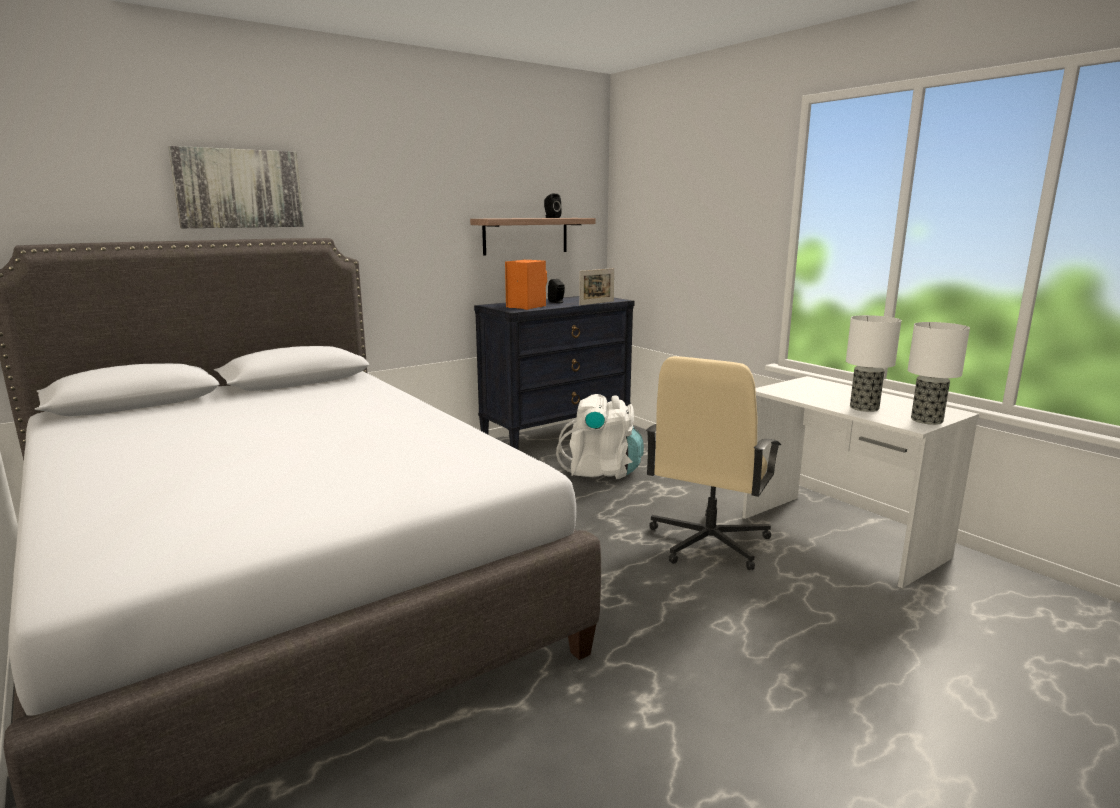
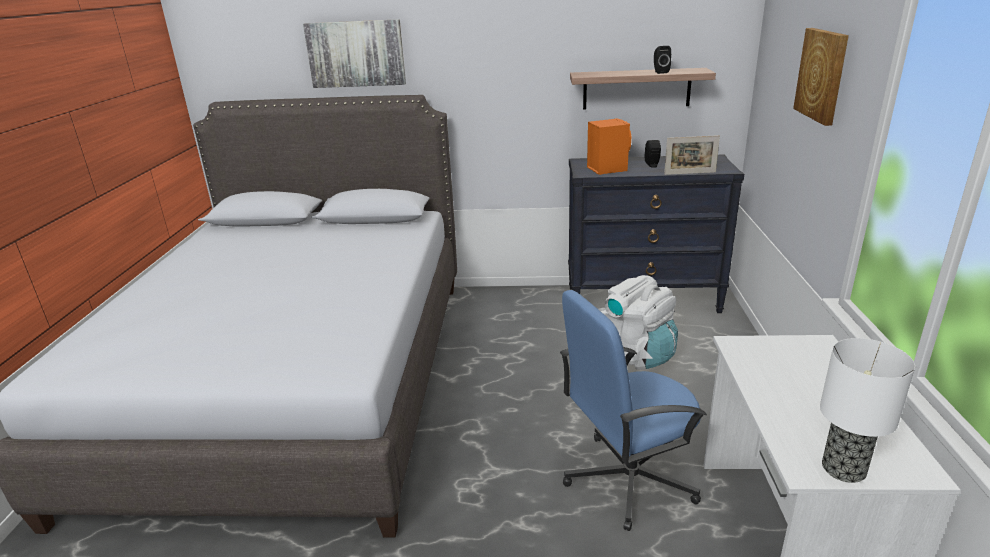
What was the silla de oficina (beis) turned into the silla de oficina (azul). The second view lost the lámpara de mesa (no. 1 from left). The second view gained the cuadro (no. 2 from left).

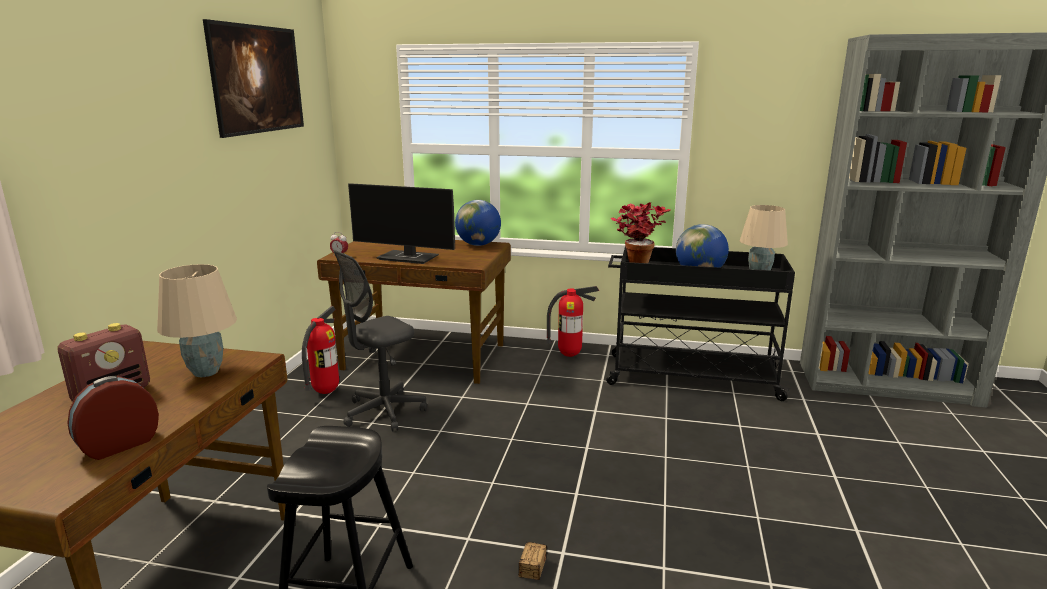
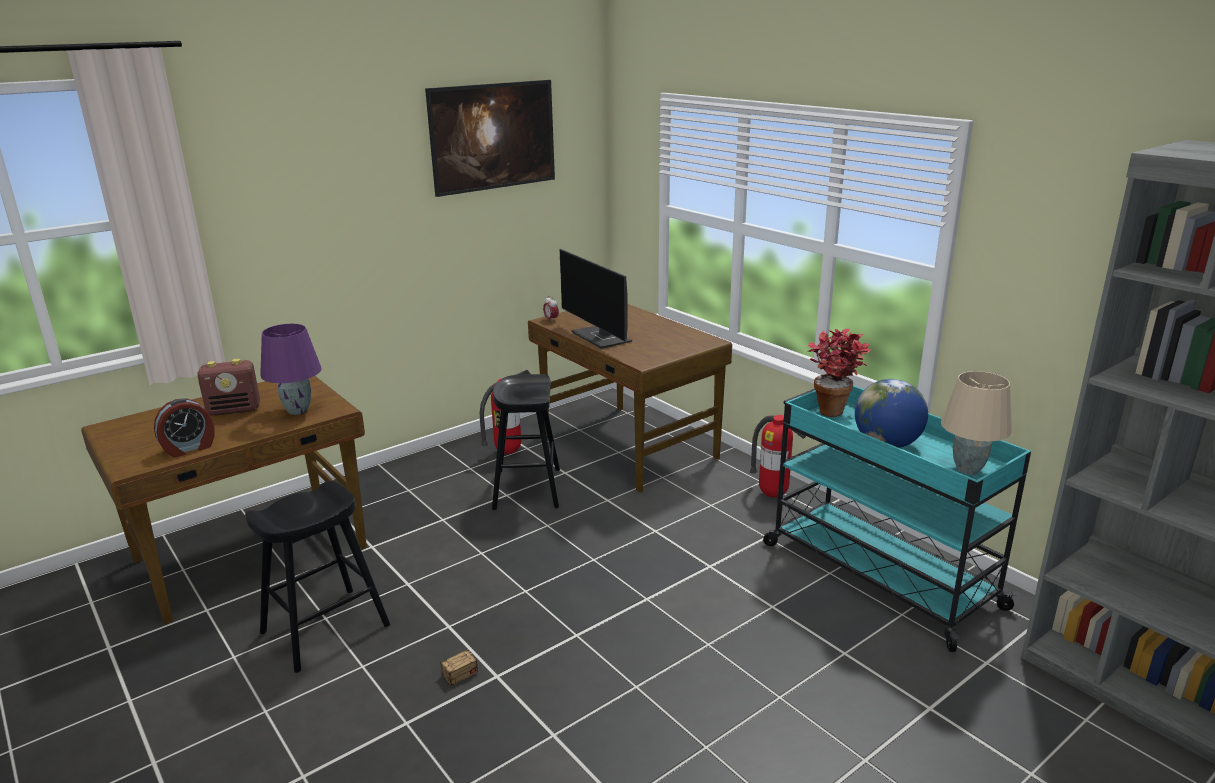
The despertador (no. 1 from left) ended up facing another way, 150 degrees clockwise from before. What was the lámpara de mesa (beis) (no. 1 from left) turned into the lámpara de mesa (morado). Where the silla de oficina (gris) stood, the taburete (negro) (no. 2 from left) came to stand. The second view lost the globo terráqueo (no. 1 from left). What was the carrito (negro) turned into the carrito (turquesa).

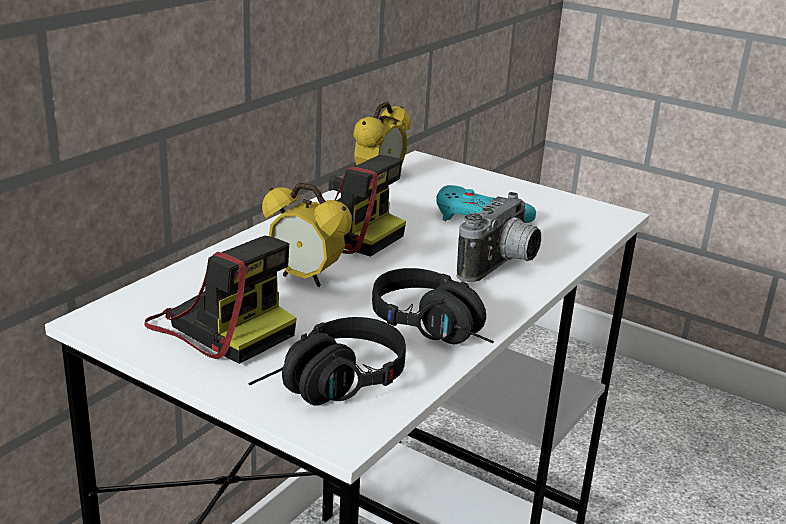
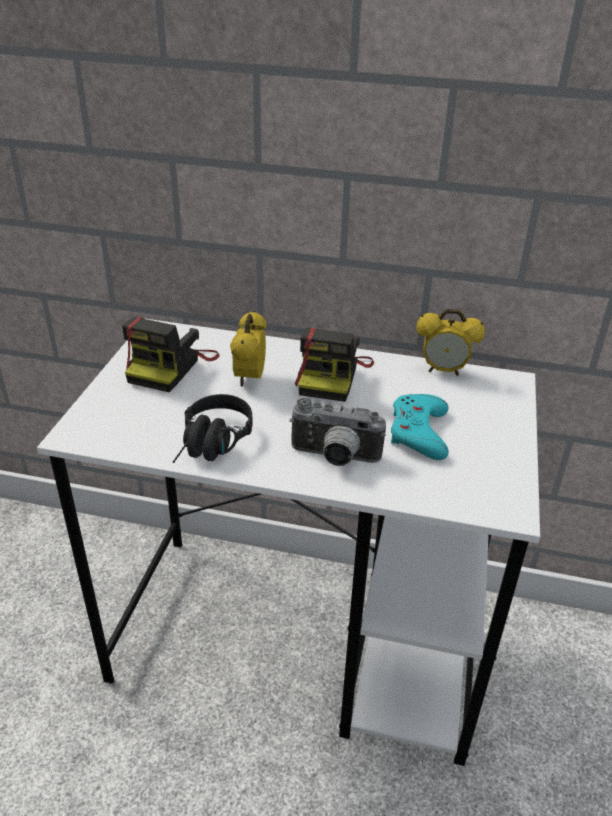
The second view lost the auriculares (negro) (no. 1 from left).

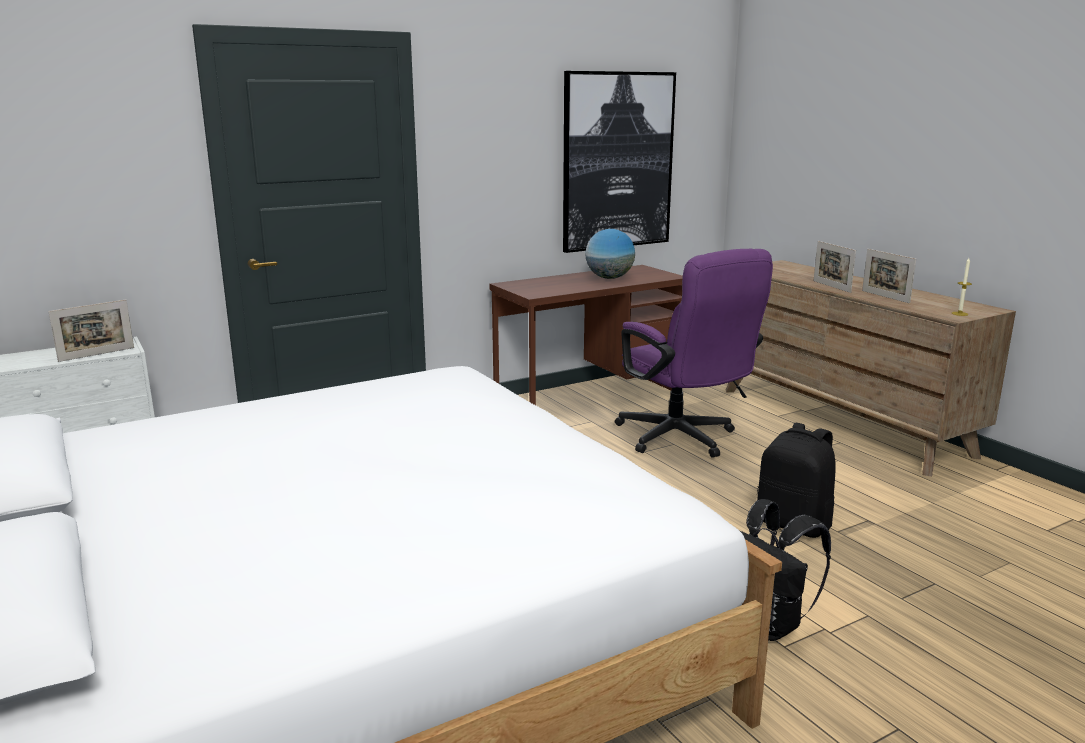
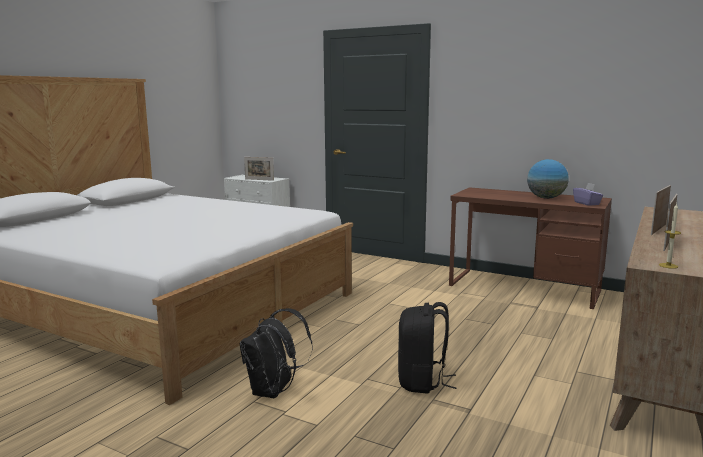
The second view lost the cuadro. The second view lost the silla de oficina (morado). The second view gained the caja de pañuelos (morado).

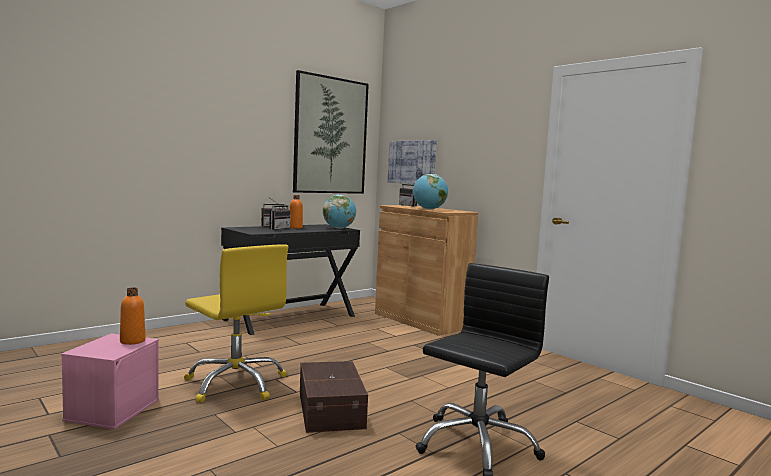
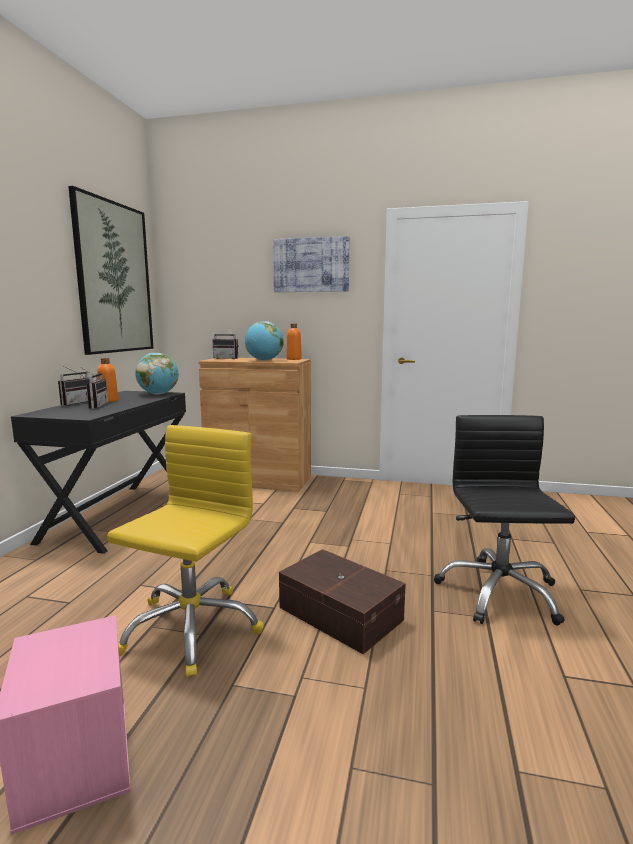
The botella (naranja) (no. 1 from left in the first image) ended up elsewhere. The silla de oficina (amarillo) ended up facing another way, 75 degrees counterclockwise from before. The cuadro (no. 2 from left) ended up elsewhere.

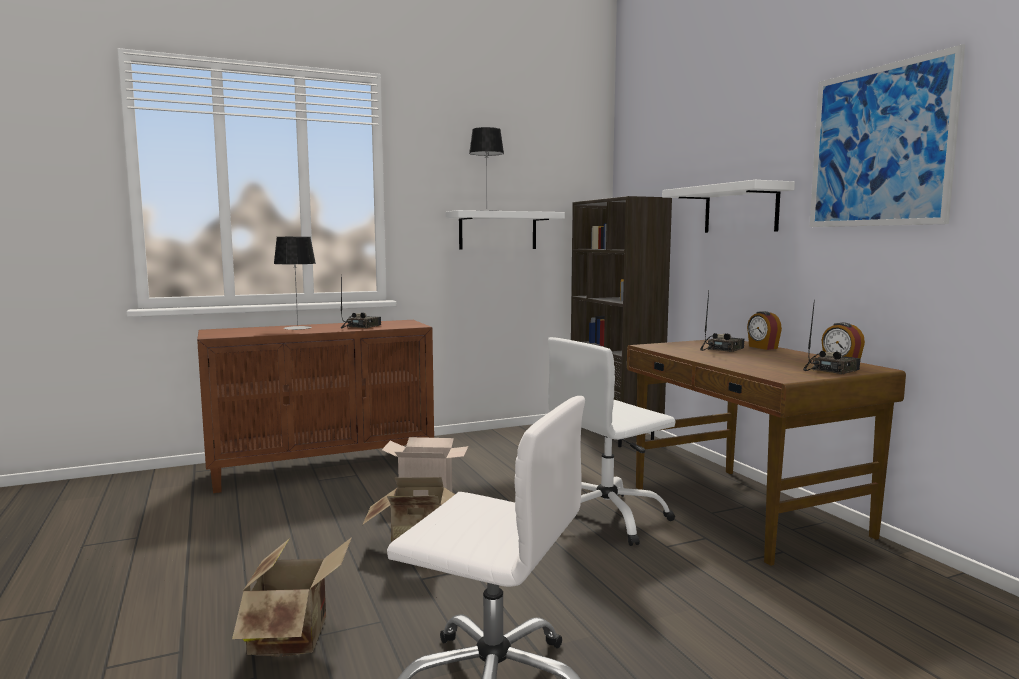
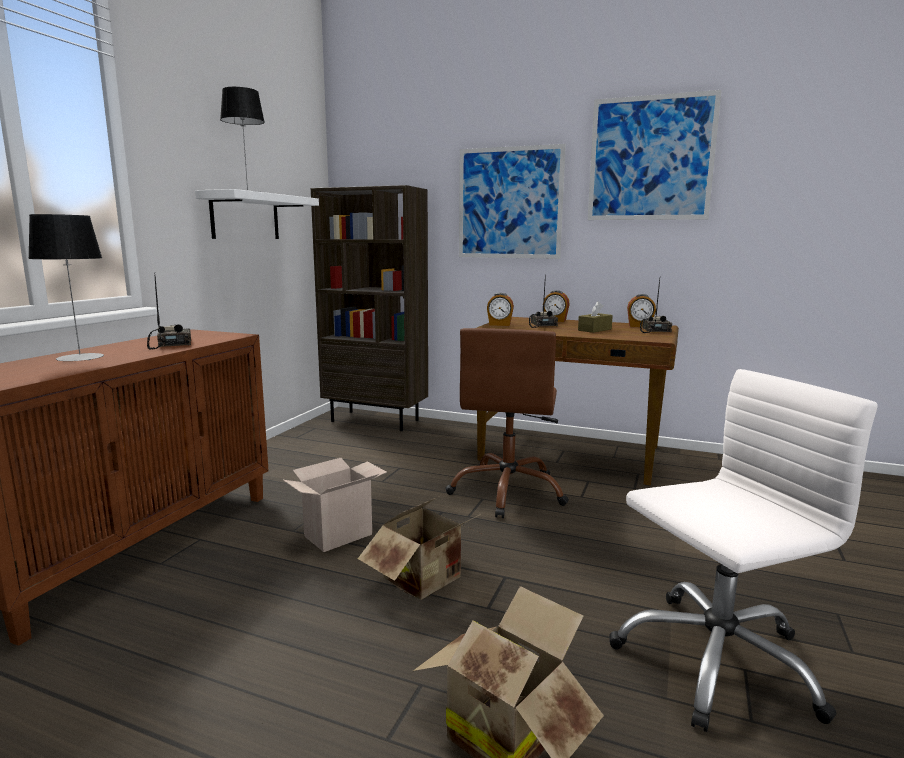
What was the silla de oficina (blanco) (no. 2 from left) turned into the silla de oficina (marrón). Where the estante (blanco) (no. 2 from left) hung, the cuadro (no. 1 from left) came to hang. The second view gained the despertador (no. 1 from left). The second view gained the caja de pañuelos (marrón).

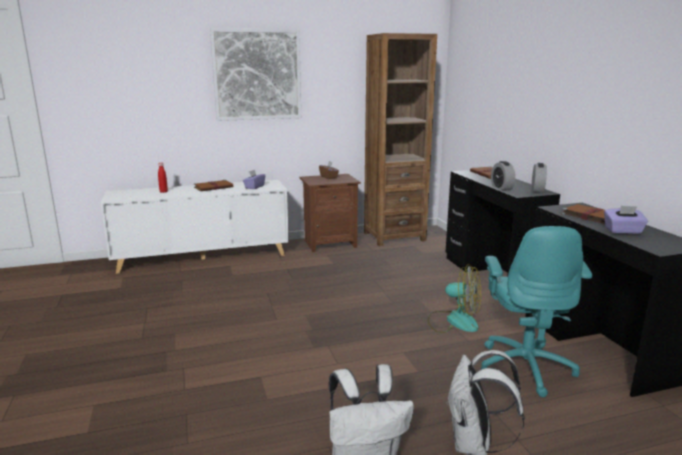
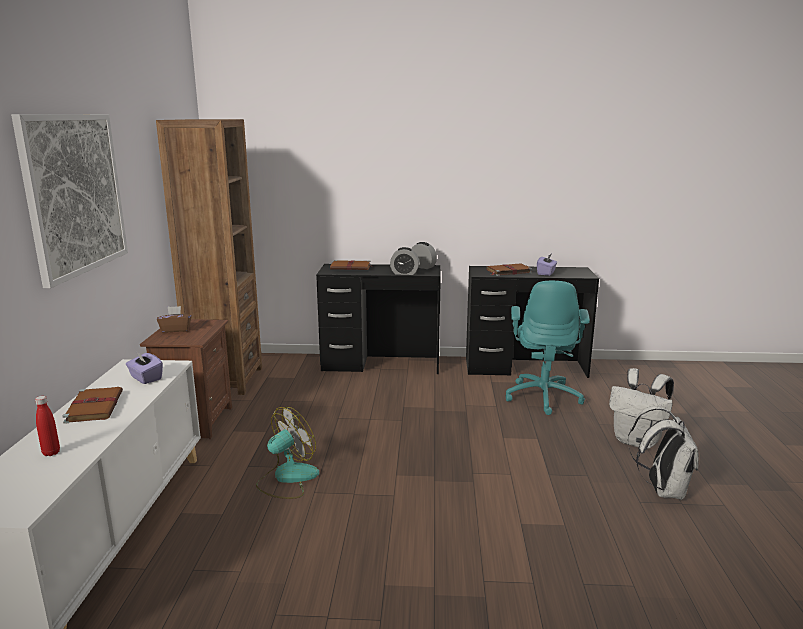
The ventilador ended up elsewhere. The silla de oficina (turquesa) ended up facing another way, 75 degrees clockwise from before.

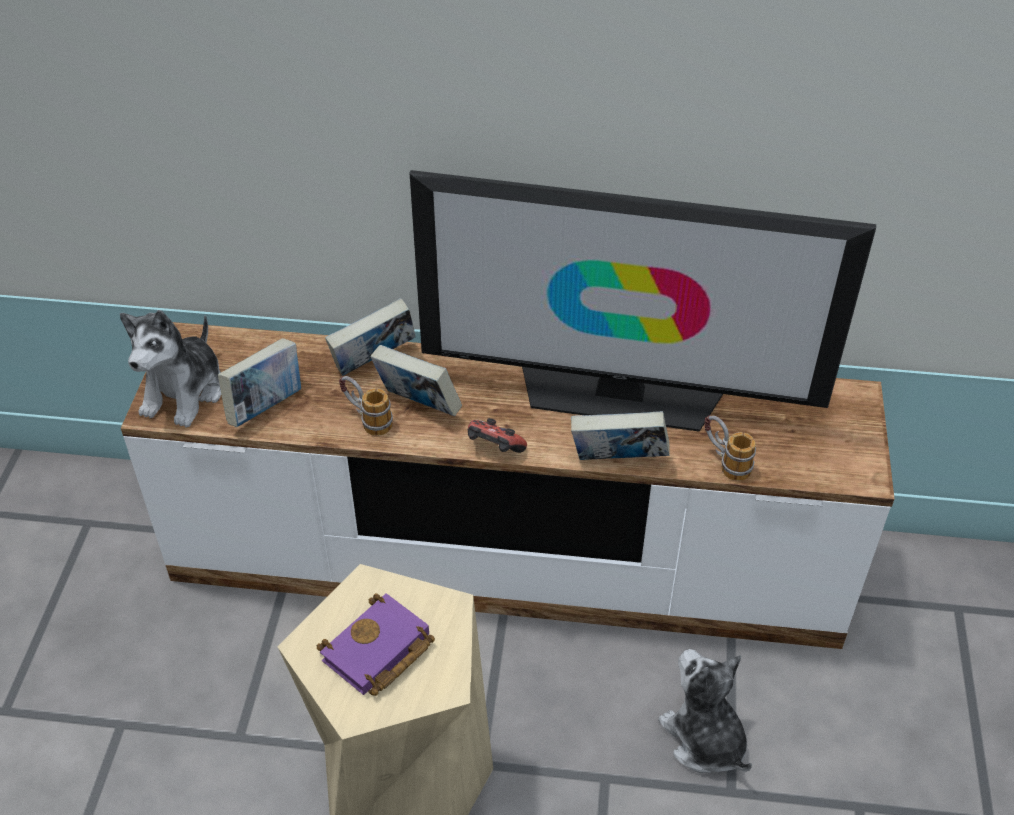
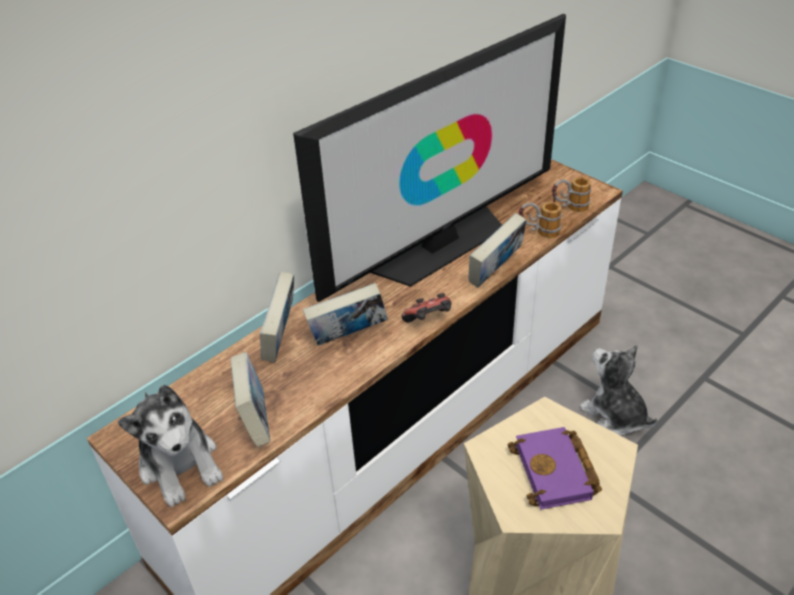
The taza grande (no. 1 from left in the first image) ended up elsewhere. The peluche (no. 2 from left) ended up facing another way, 45 degrees clockwise from before.

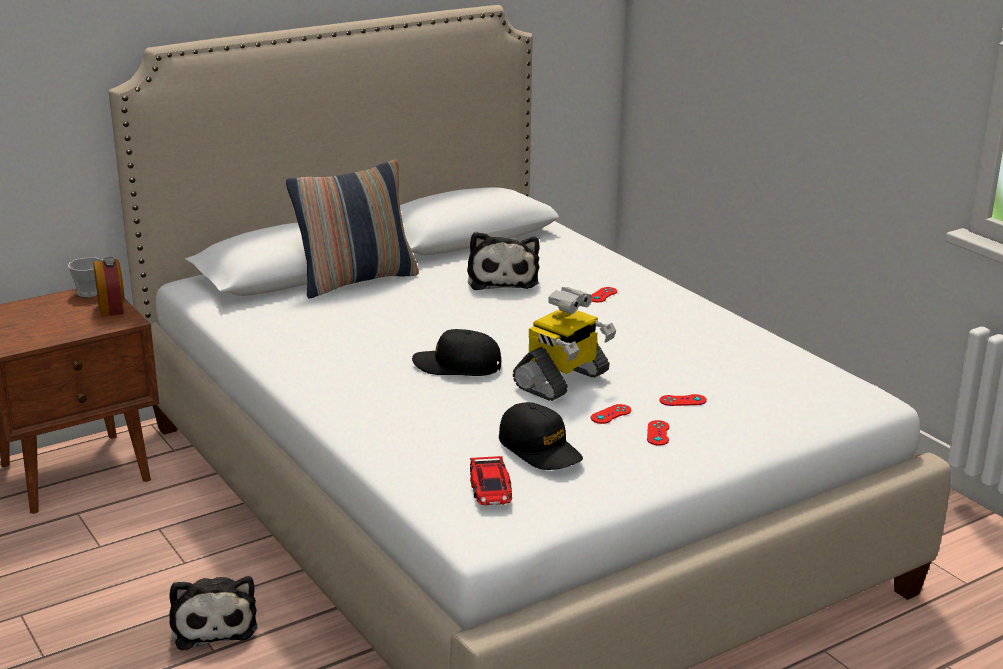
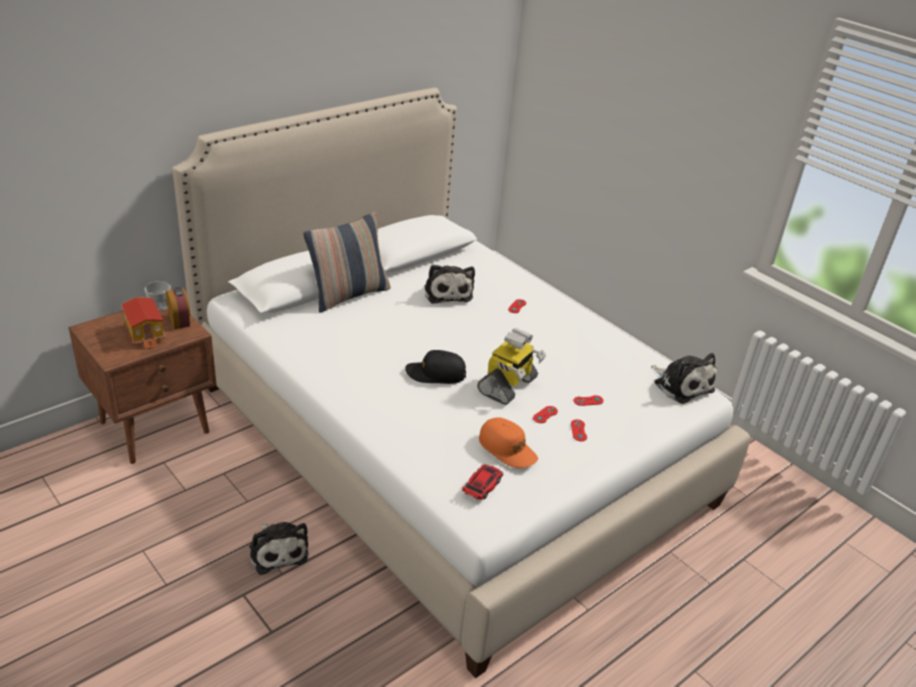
The coche de juguete ended up facing another way, 135 degrees counterclockwise from before. What was the gorra (negro) (no. 2 from left) turned into the gorra (naranja). The second view gained the casita. The second view gained the peluche (no. 3 from left).

